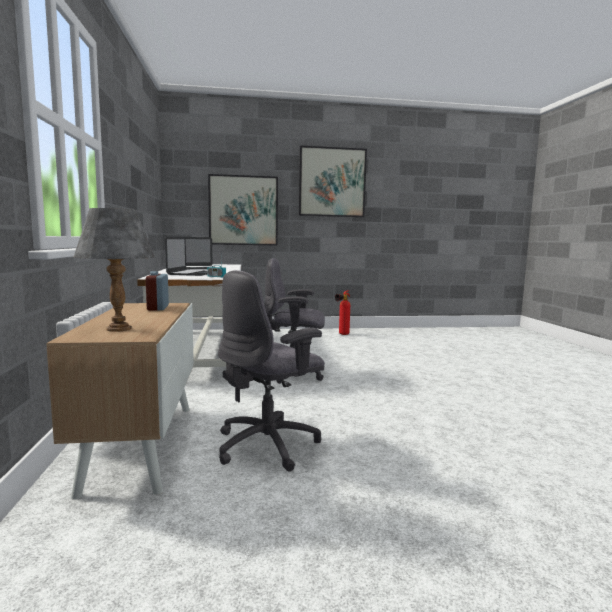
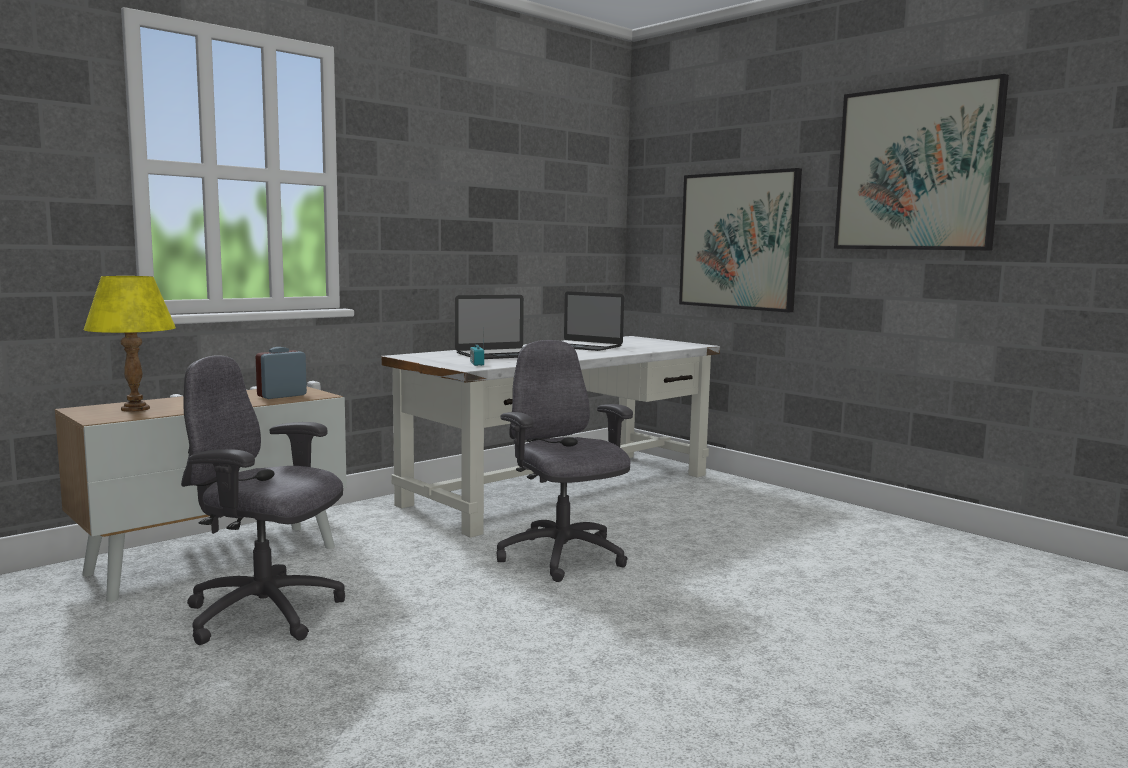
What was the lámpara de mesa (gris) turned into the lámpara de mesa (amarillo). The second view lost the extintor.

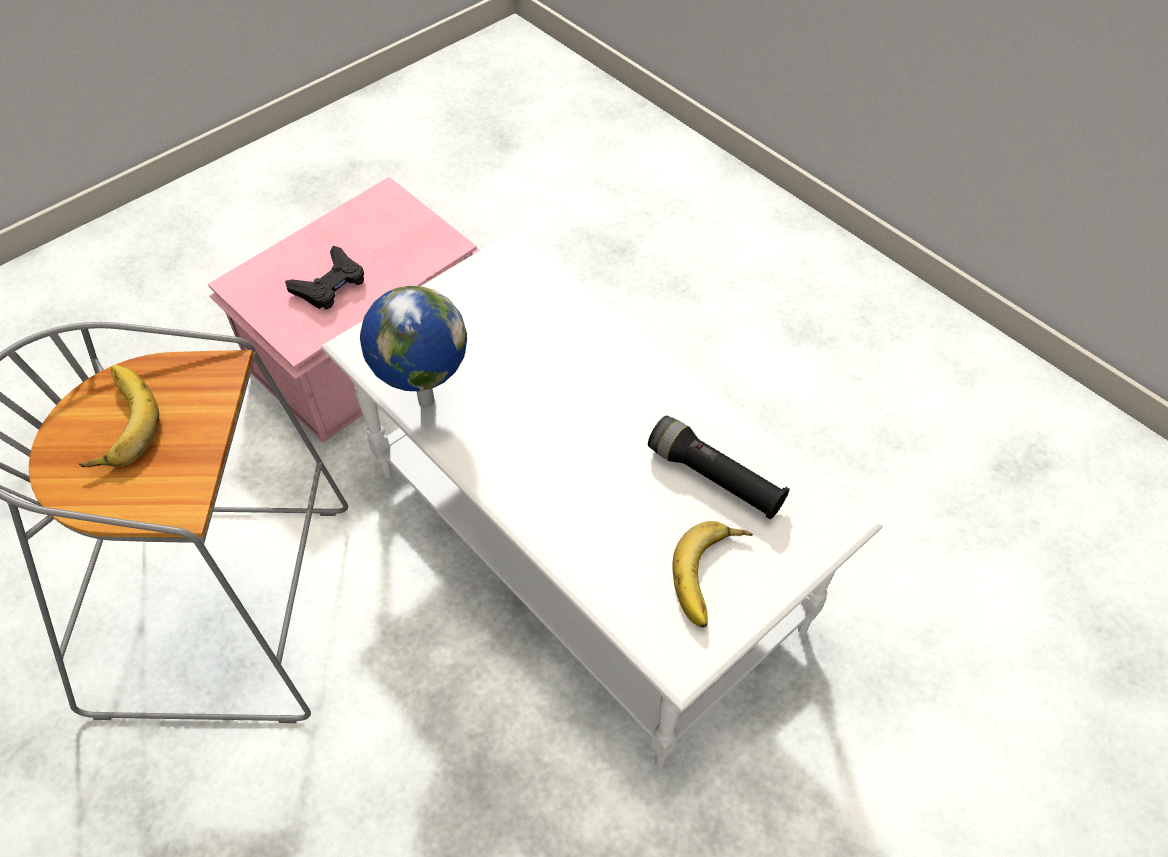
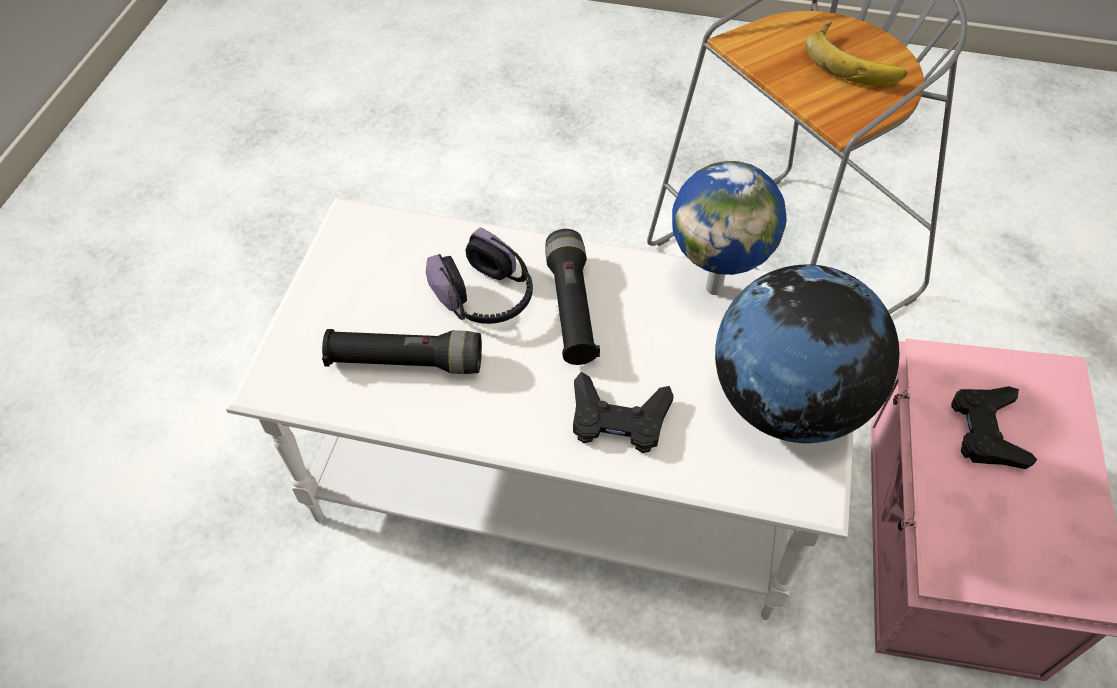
The second view lost the plátano (no. 2 from left). The second view gained the auriculares. The second view gained the linterna (negro) (no. 2 from left). The second view gained the mando de consola (negro) (no. 1 from left). The second view gained the globo terráqueo (no. 2 from left).

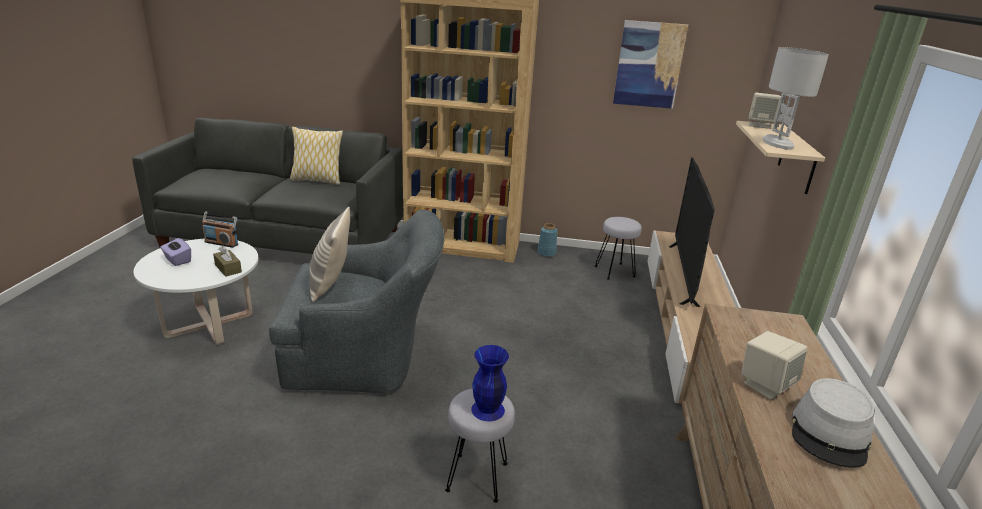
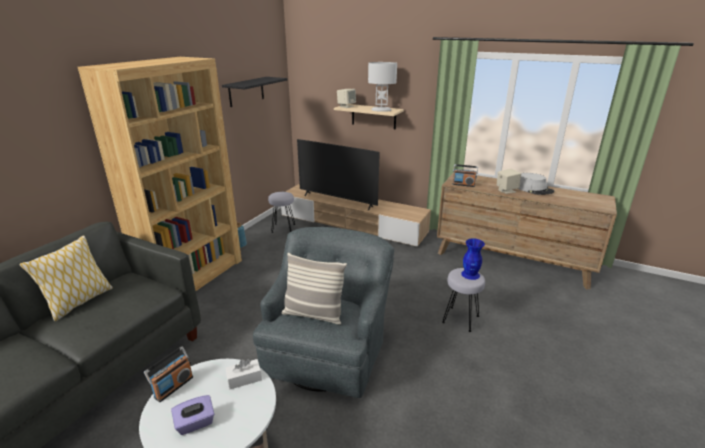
What was the caja de pañuelos (marrón) turned into the caja de pañuelos (blanco). Where the cuadro hung, the estante (negro) came to hang. The second view gained the radio (no. 2 from left).

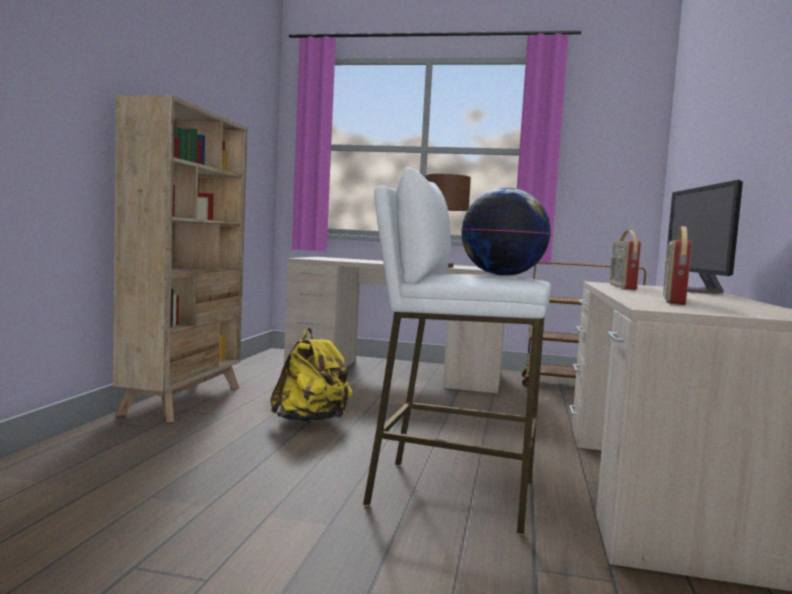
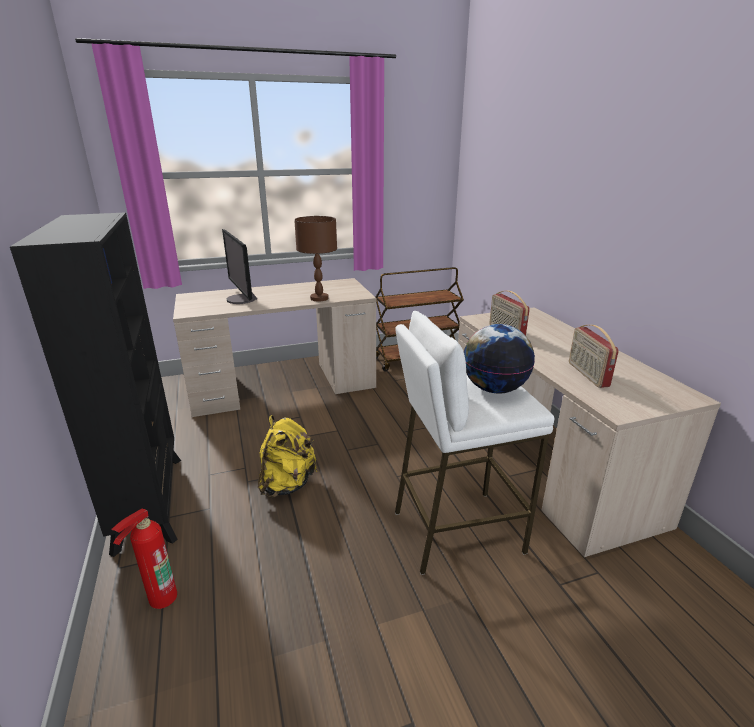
What was the estantería (beis) turned into the estantería (negro). The monitor ended up elsewhere. The second view gained the extintor.

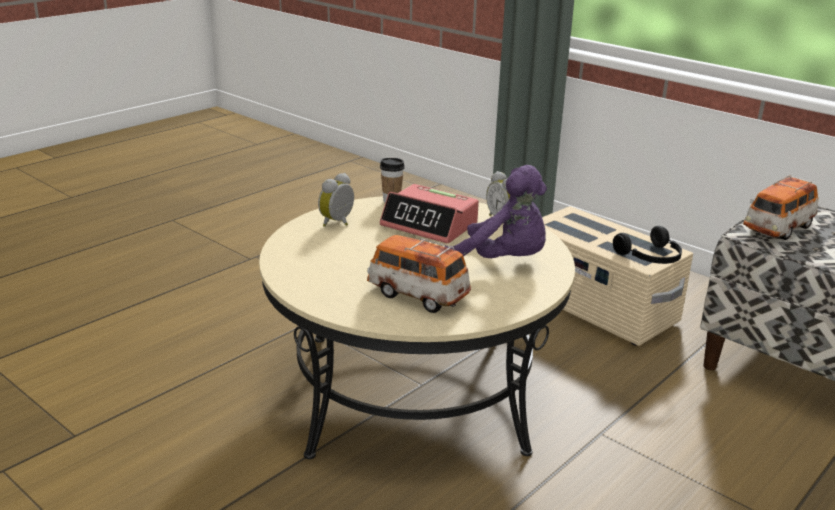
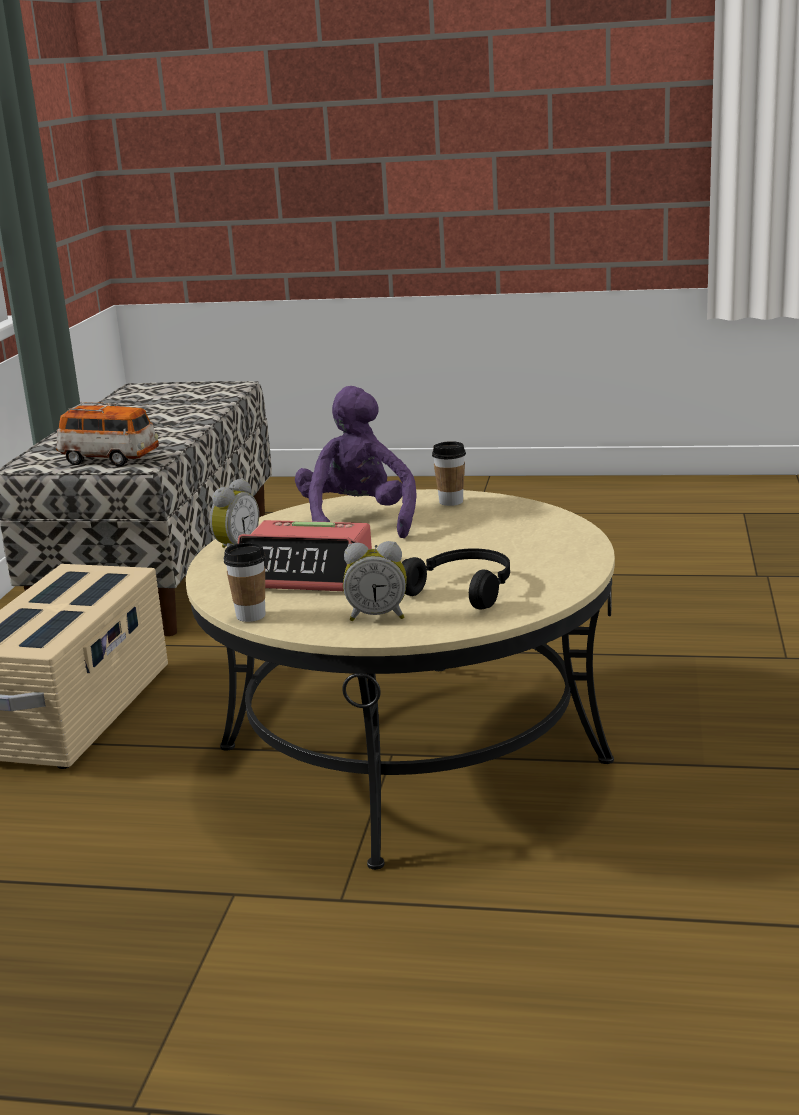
The second view lost the coche de juguete (no. 1 from left). The despertador (no. 2 from left) ended up facing another way, 105 degrees clockwise from before. The auriculares (negro) ended up elsewhere. The second view gained the taza (no. 2 from left).

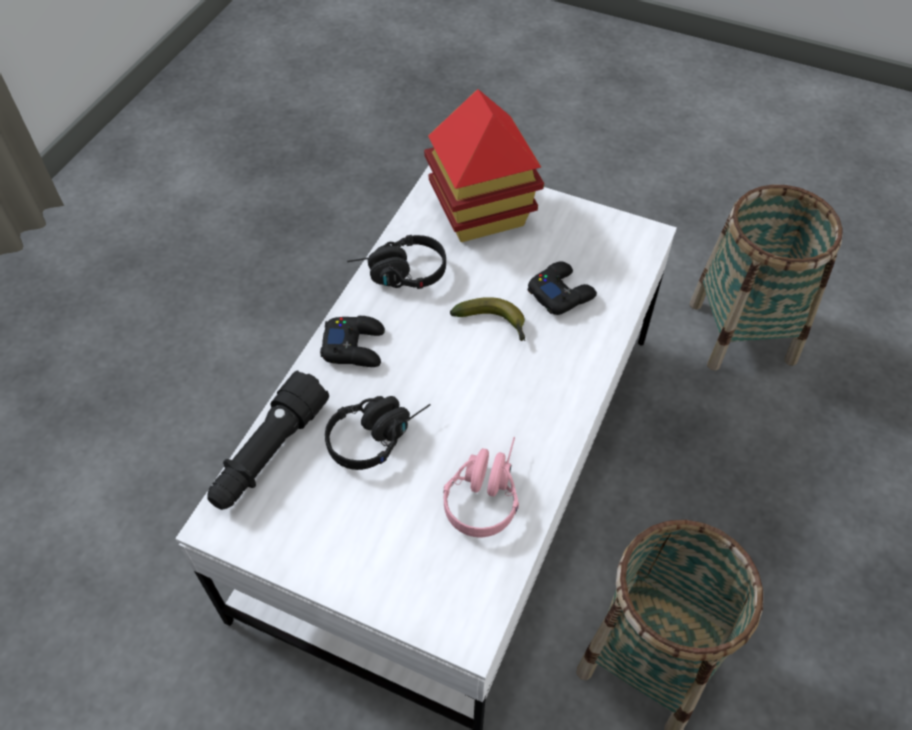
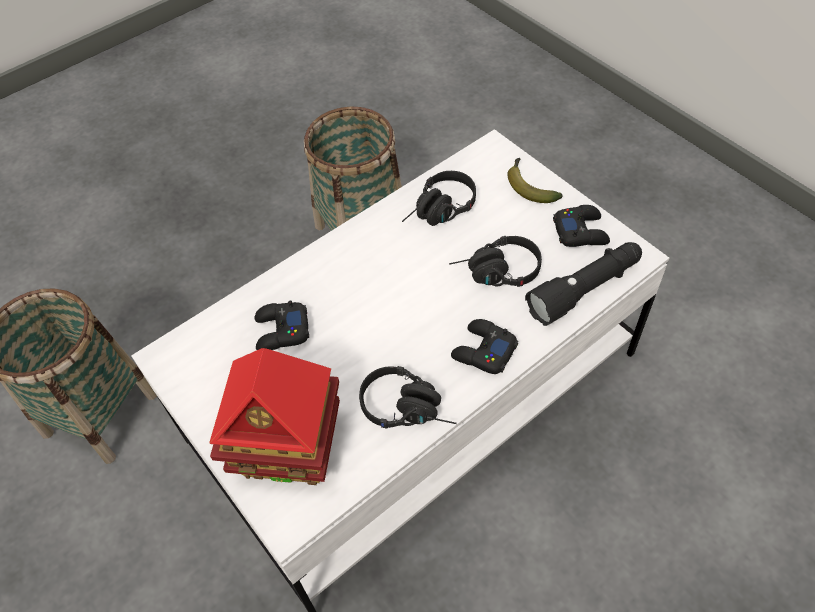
What was the auriculares (rosa) turned into the auriculares (negro) (no. 2 from left). The plátano ended up elsewhere. The second view gained the mando de consola (negro) (no. 3 from left).

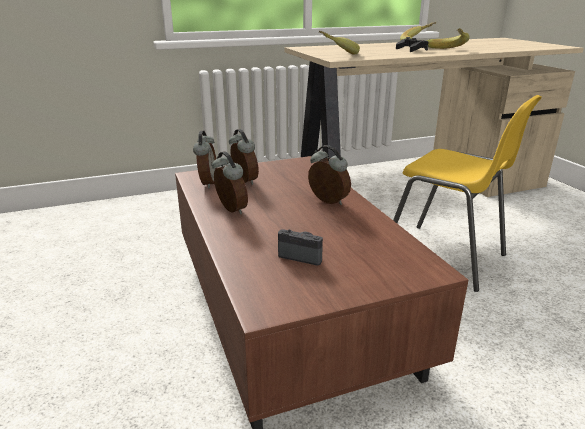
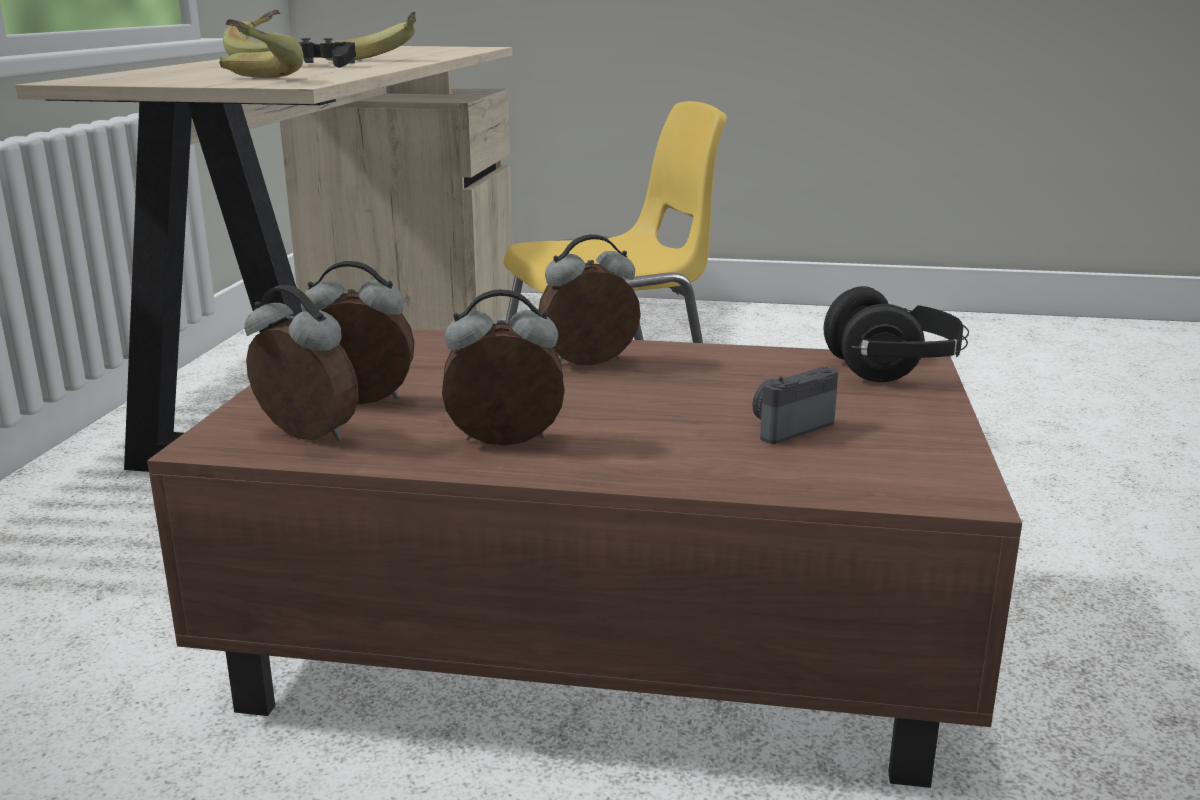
The second view gained the auriculares (negro).

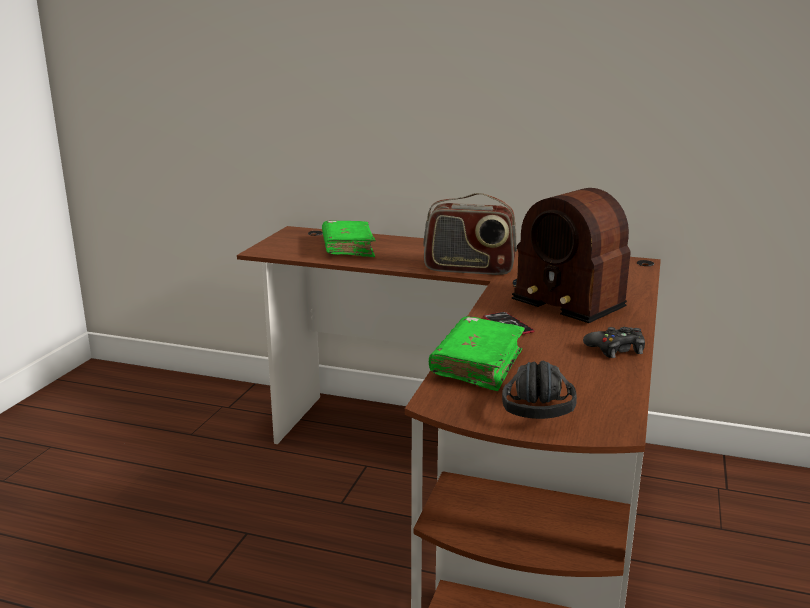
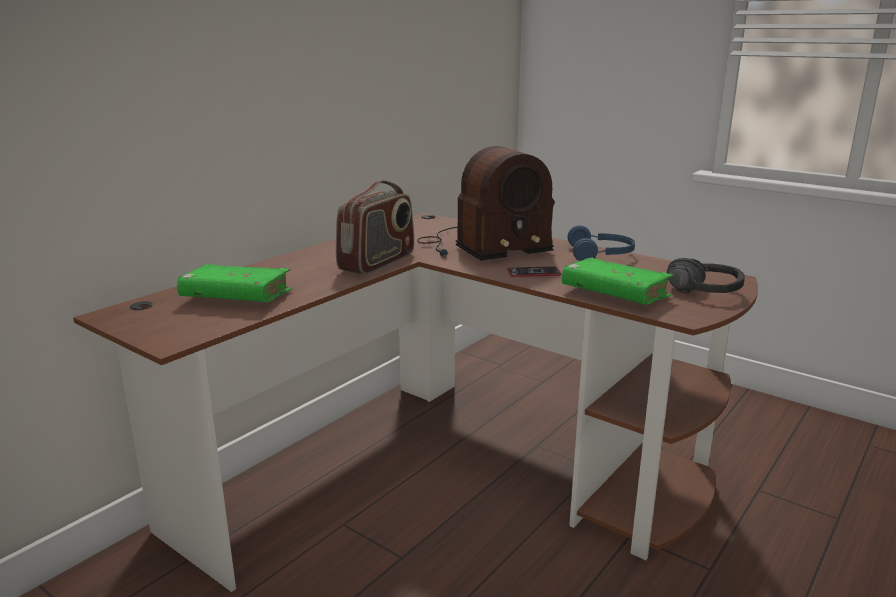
Where the mando de consola (negro) stood, the auriculares (azul) came to stand.

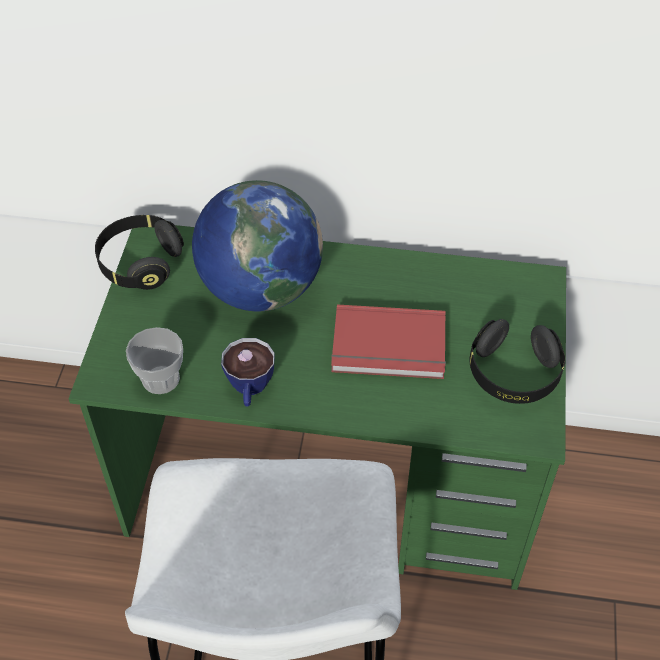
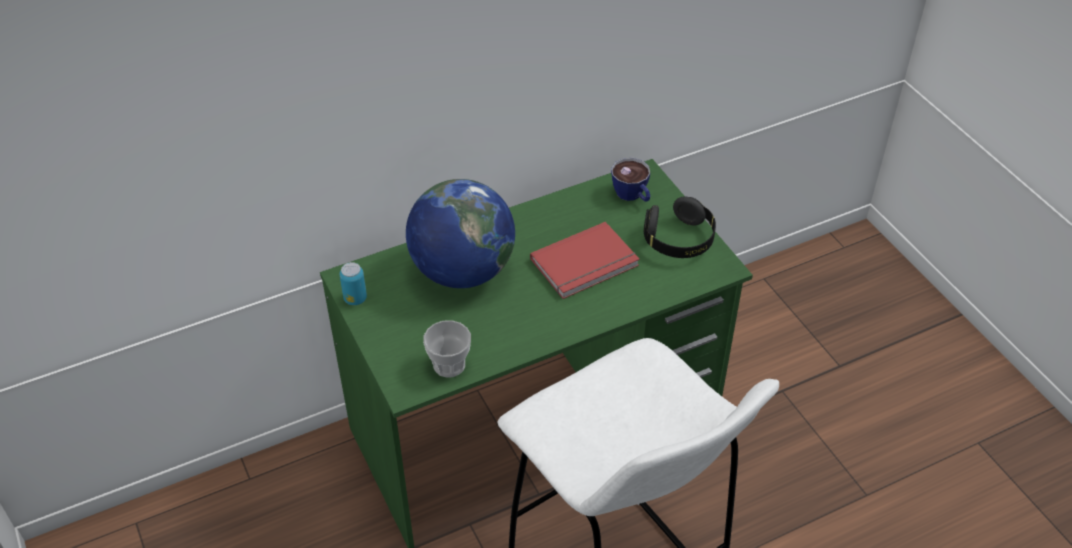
Where the auriculares (negro) (no. 1 from left) stood, the lata came to stand. The taza (no. 2 from left) ended up elsewhere.

